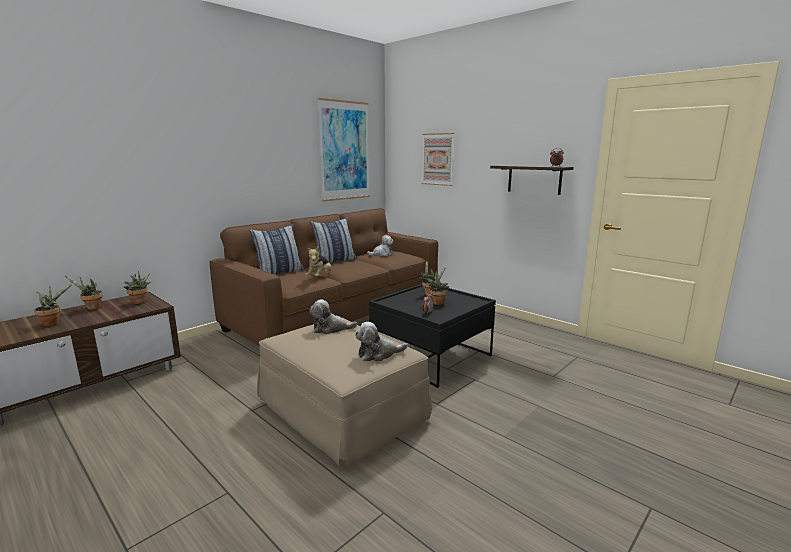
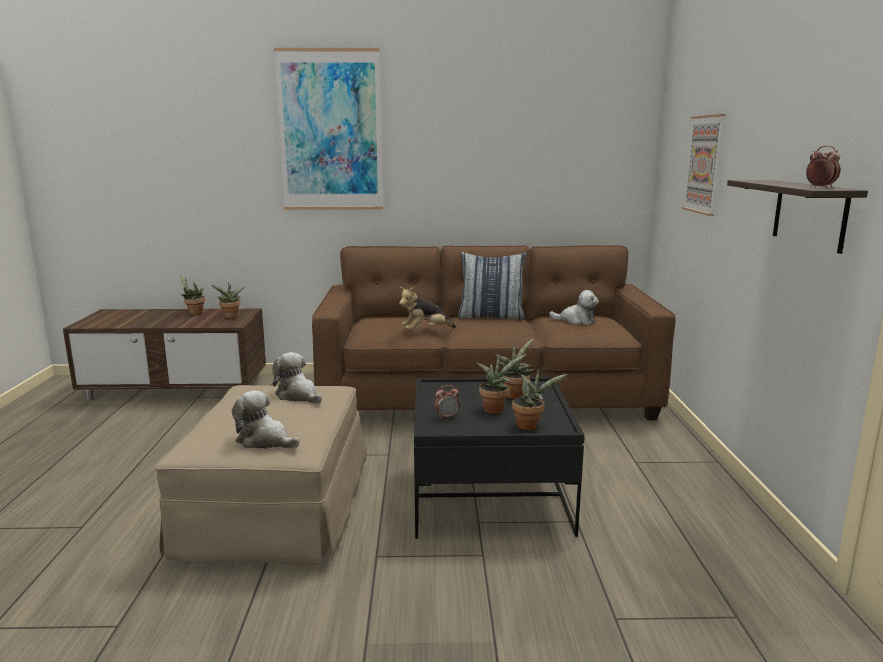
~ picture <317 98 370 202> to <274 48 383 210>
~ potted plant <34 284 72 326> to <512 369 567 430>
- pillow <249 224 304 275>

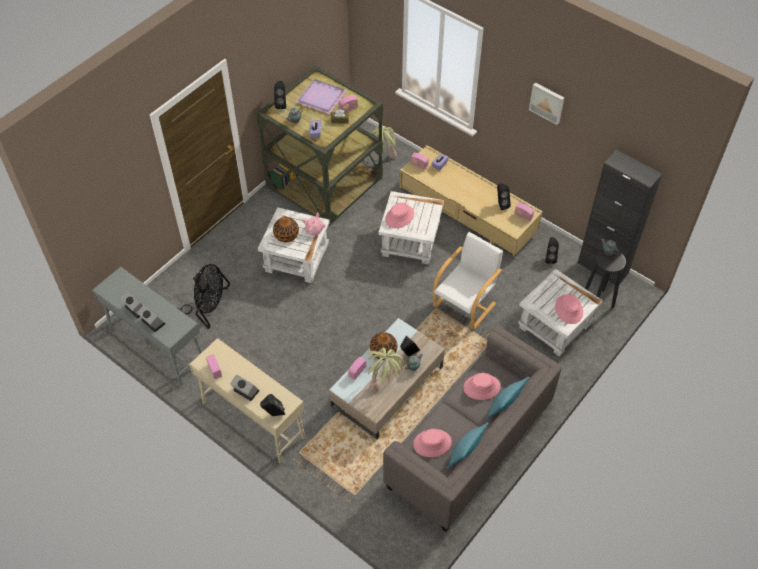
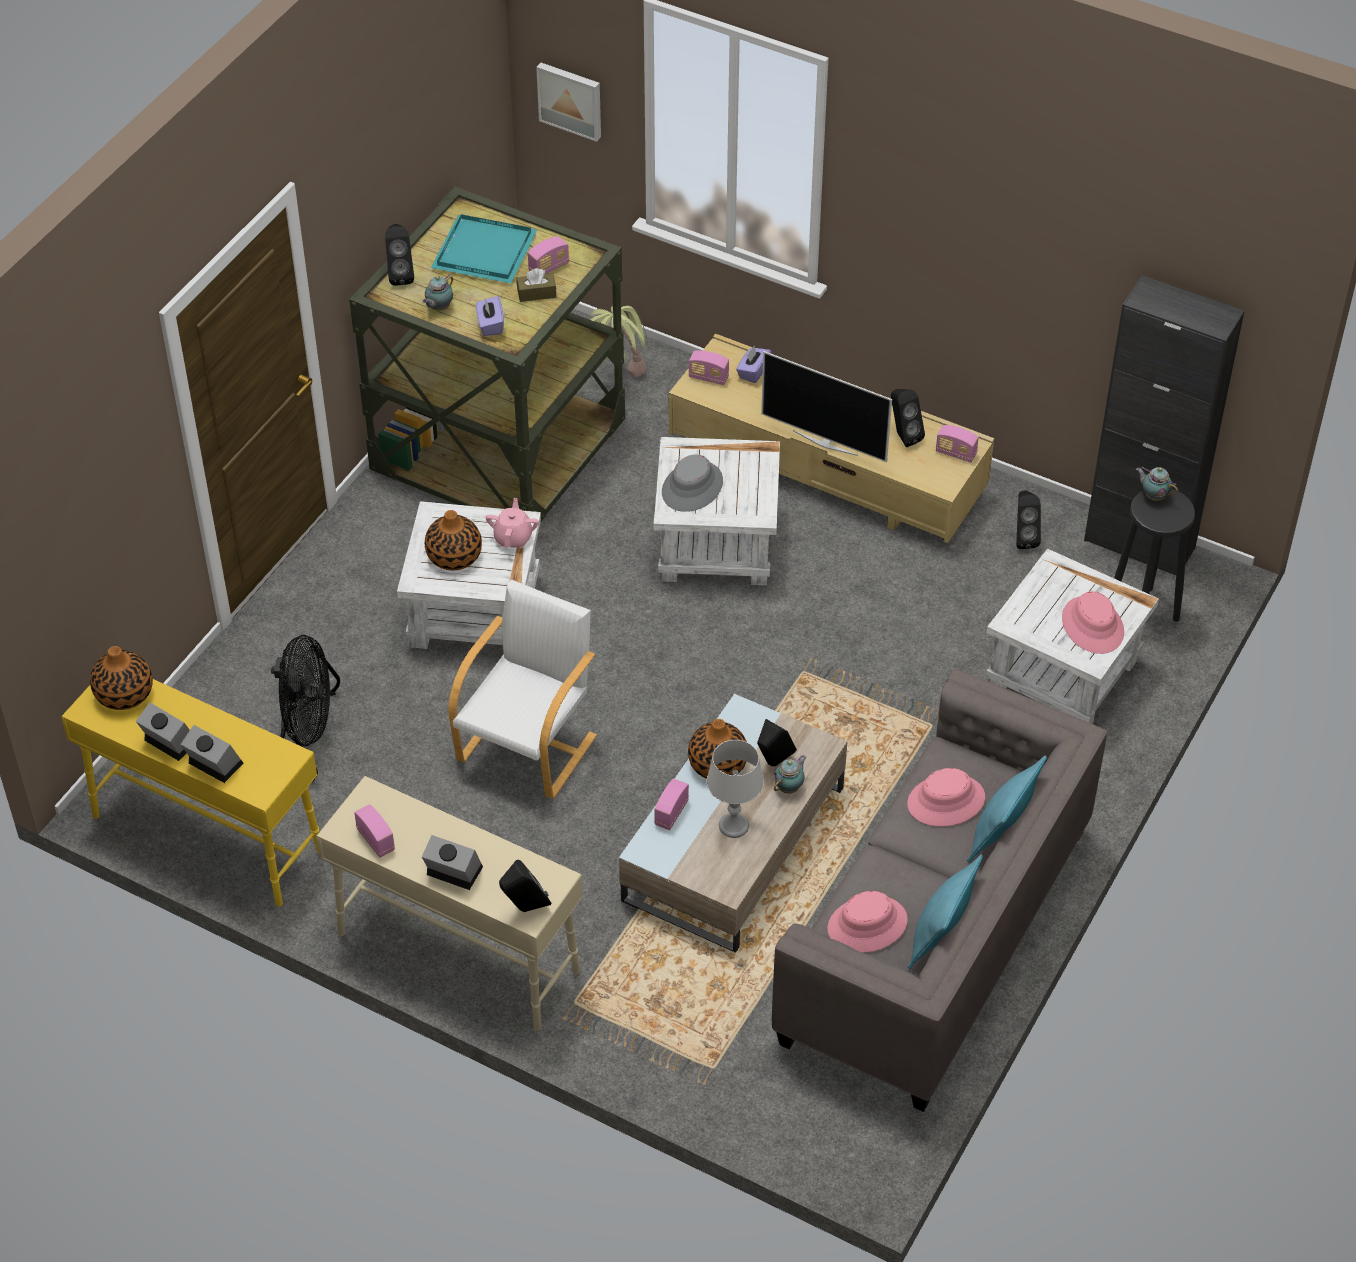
~ console table in grey <92 267 202 386> to console table in yellow <61 679 319 906>
+ vase <90 646 153 710>
~ tray in purple <295 79 347 114> to tray in turquoise <431 214 537 283>
~ armchair in white <433 232 503 330> to <448 579 597 799>
~ picture <529 83 564 125> to <536 63 601 142>
~ hat in pink <385 203 414 228> to hat in grey <662 455 723 512>
~ potted plant <367 348 404 392> to table lamp in grey <706 740 764 838>
+ television <761 351 892 462>

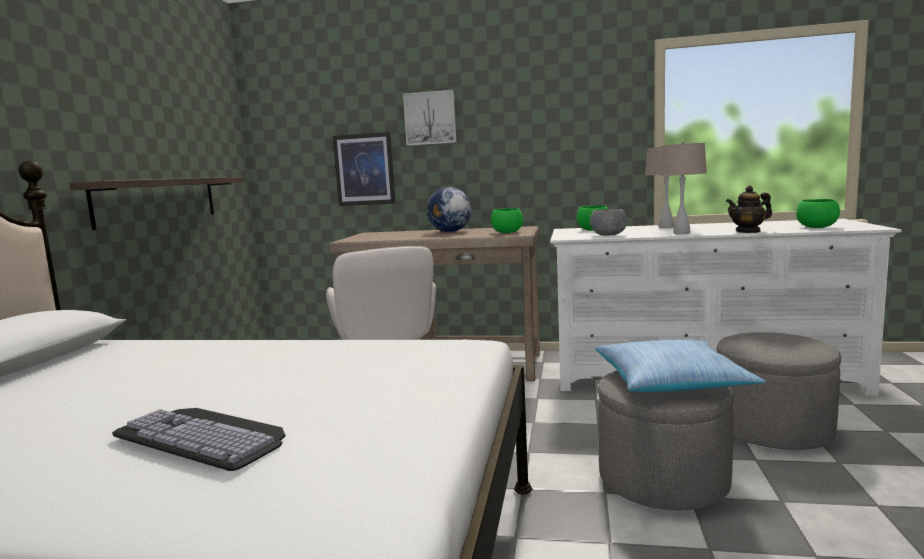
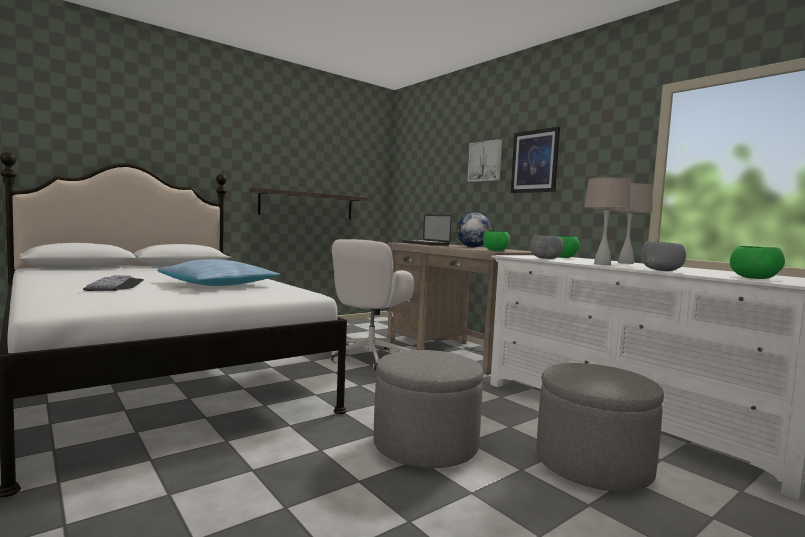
~ pillow <595 340 766 392> to <157 259 280 286>
+ laptop <402 215 452 245>
~ picture <333 132 395 206> to <510 127 560 193>
~ teapot <726 185 772 233> to bowl in grey <641 241 686 271>

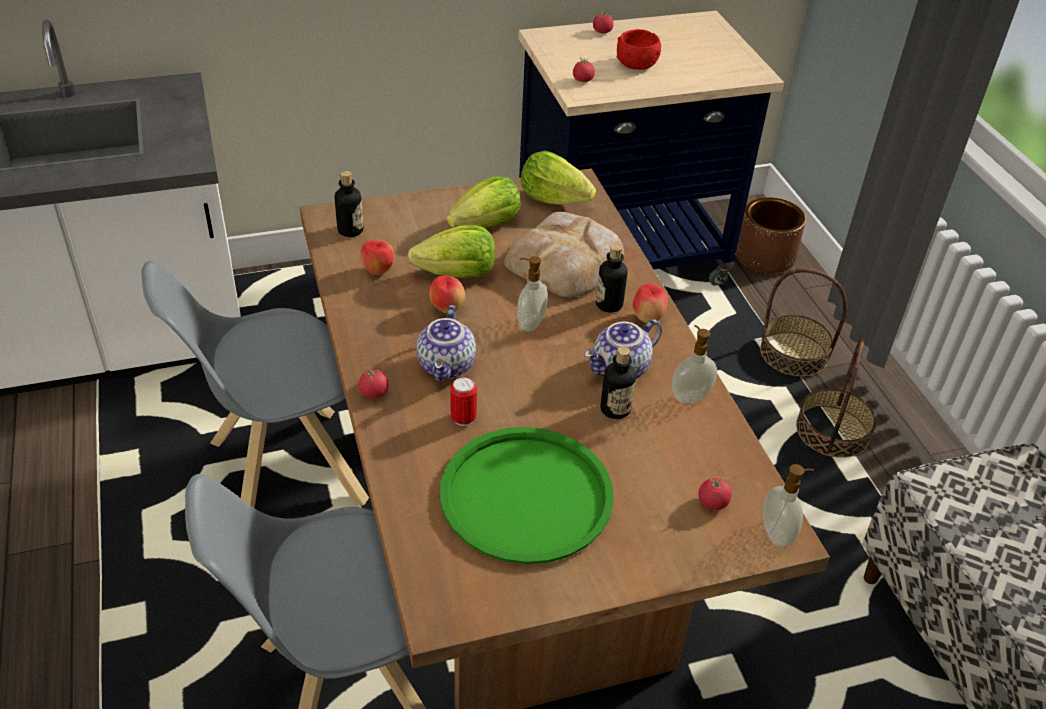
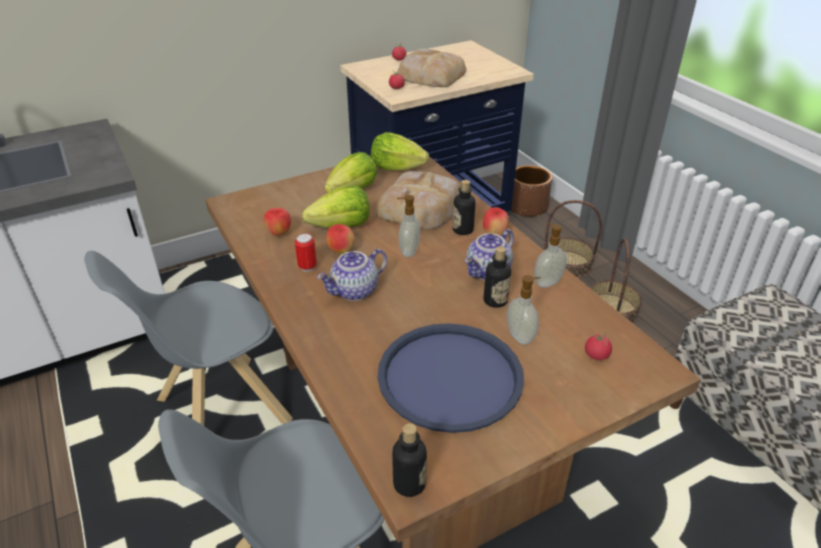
~ can <450 377 477 426> to <295 233 317 272>
~ teapot <417 305 476 381> = <317 249 387 301> 60 degrees clockwise
~ tray in green <439 427 614 564> to tray in blue <378 323 524 433>
~ bottle <334 171 363 237> to <392 423 427 497>
~ bowl in red <617 29 661 70> to bread <398 49 466 87>
~ soap dispenser <763 464 814 547> to <507 275 540 345>
- tomato <358 366 389 399>

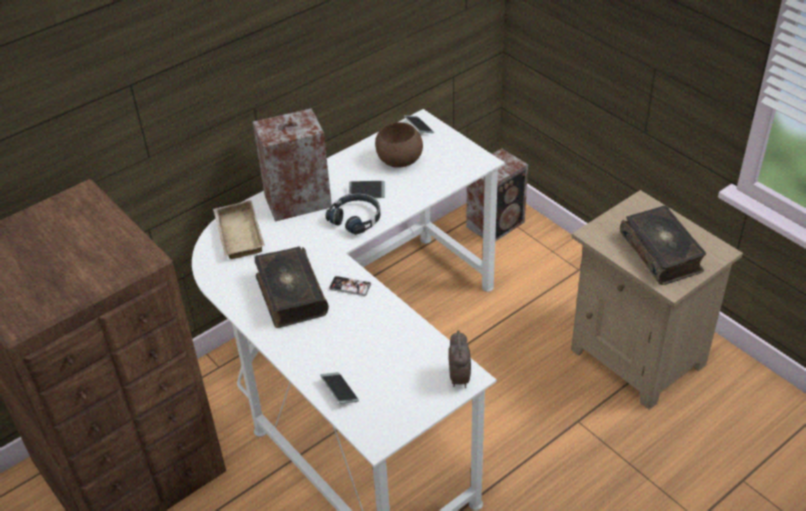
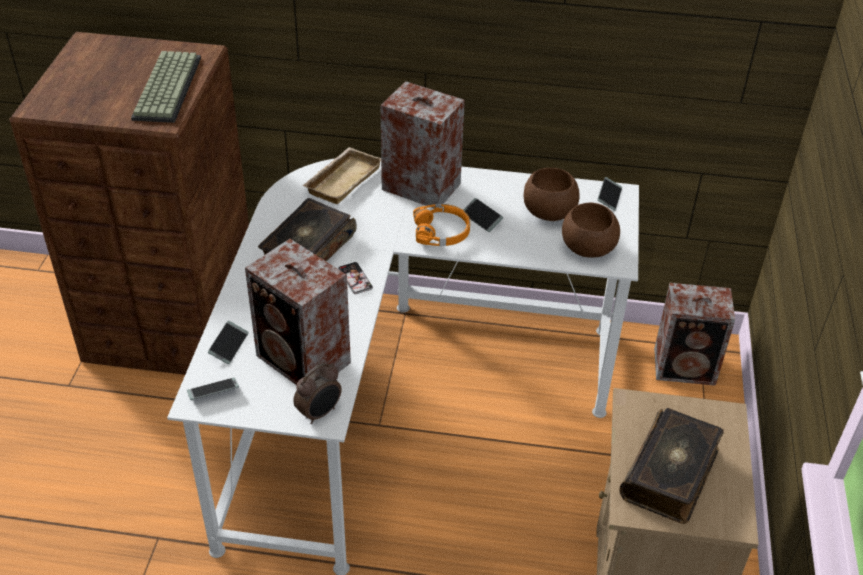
+ keyboard <131 51 201 123>
+ phone <187 378 239 400>
+ speaker <245 239 351 385>
~ headphones in black <325 193 380 235> to headphones in orange <413 204 470 246>
+ bowl in brown <562 203 620 258>

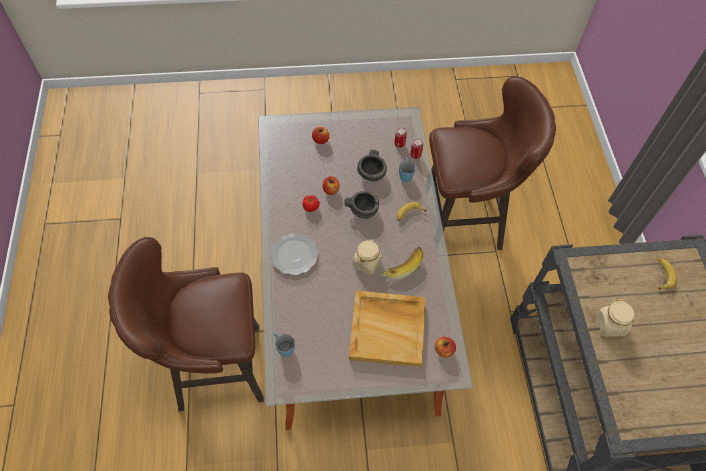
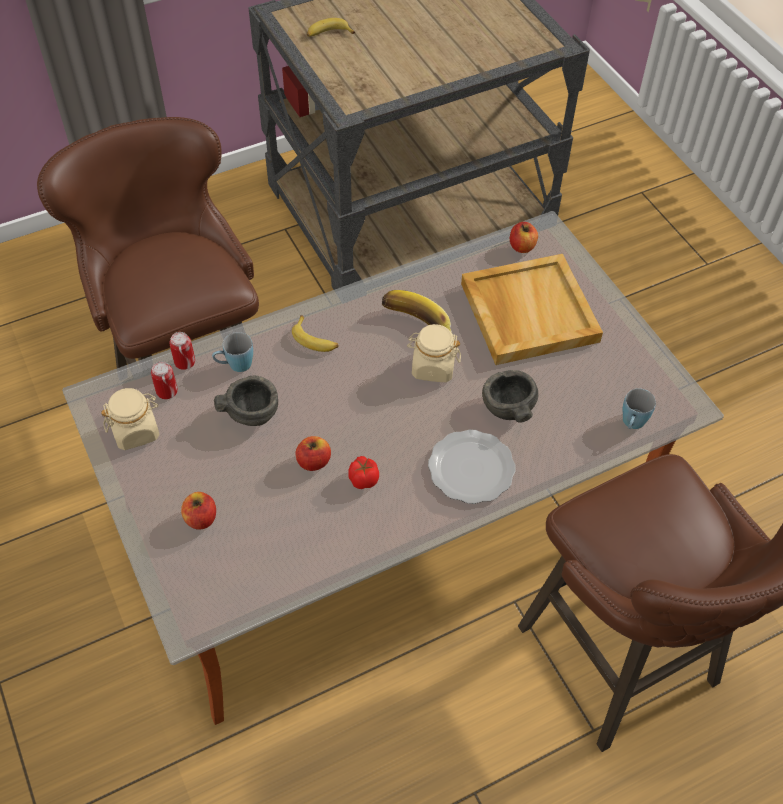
~ jar in beige <597 298 634 337> to <101 388 160 450>
~ bowl in grey <344 191 379 219> to <482 370 538 423>

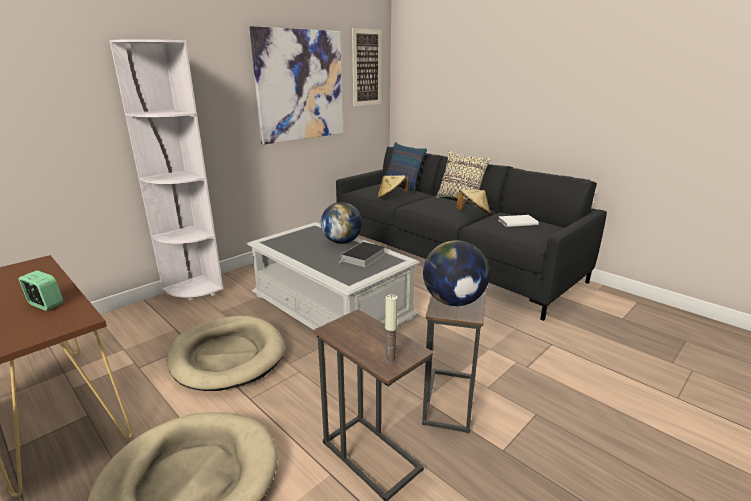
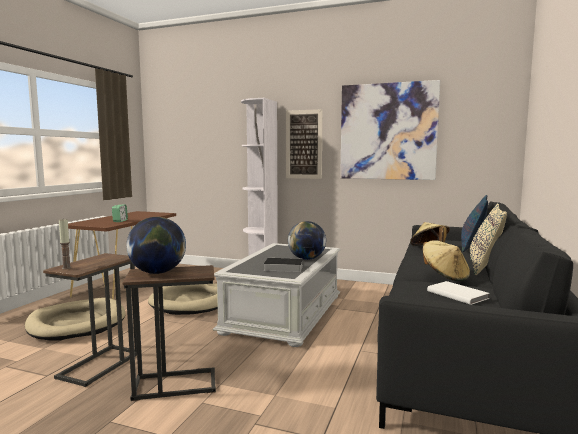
~ picture <352 28 382 106> to <286 109 323 179>

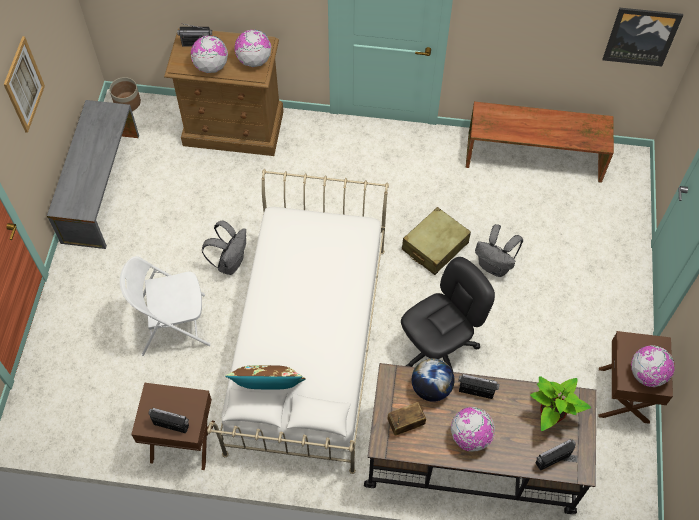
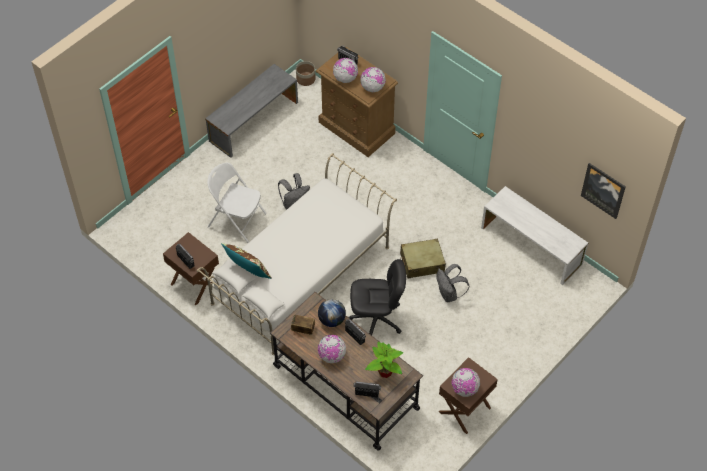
~ bench in brown <466 101 614 183> to bench in white <481 186 588 285>
- picture <4 36 45 133>

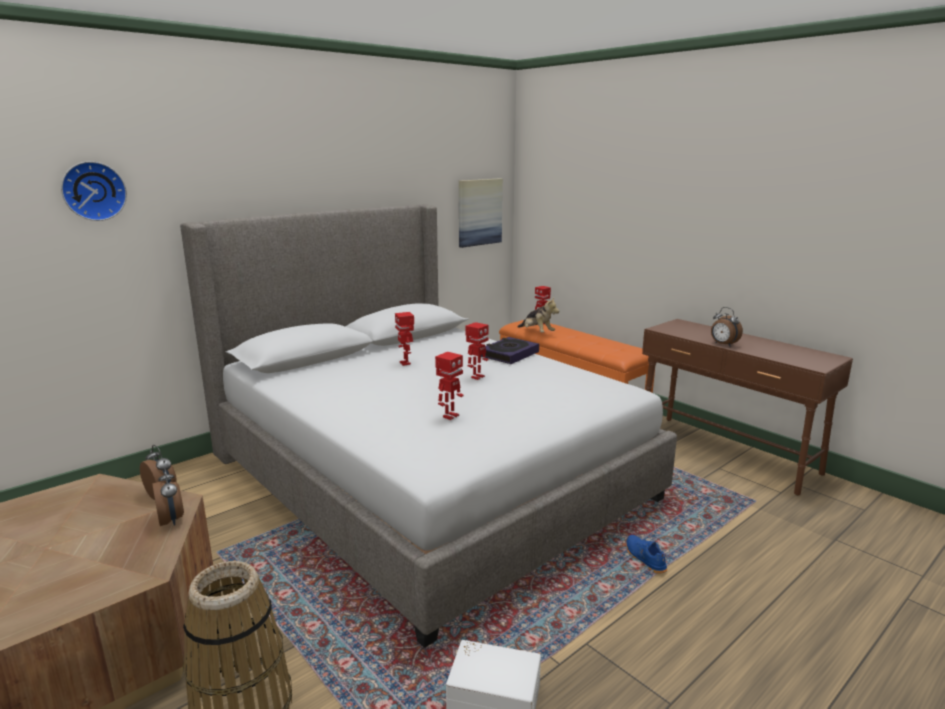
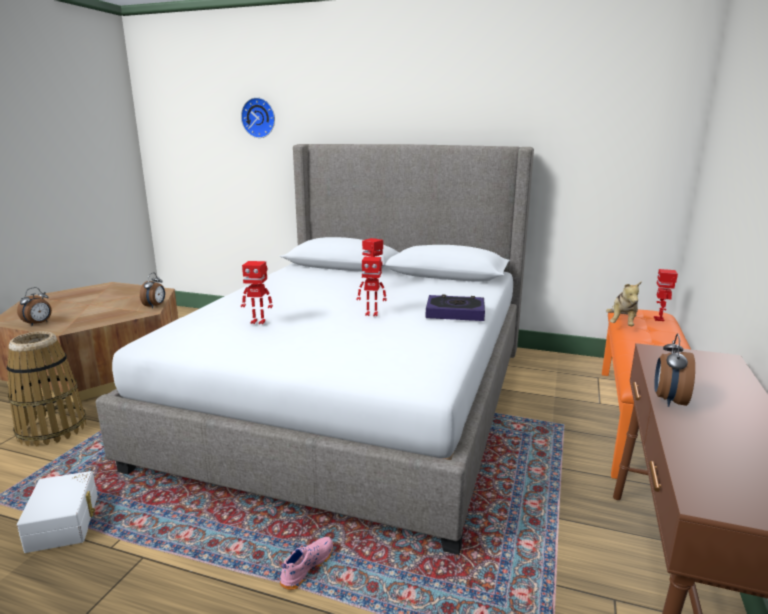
~ alarm clock <152 467 184 526> to <17 287 52 326>
~ shoe in blue <626 535 667 574> to shoe in pink <280 537 333 590>
- picture <459 178 503 248>

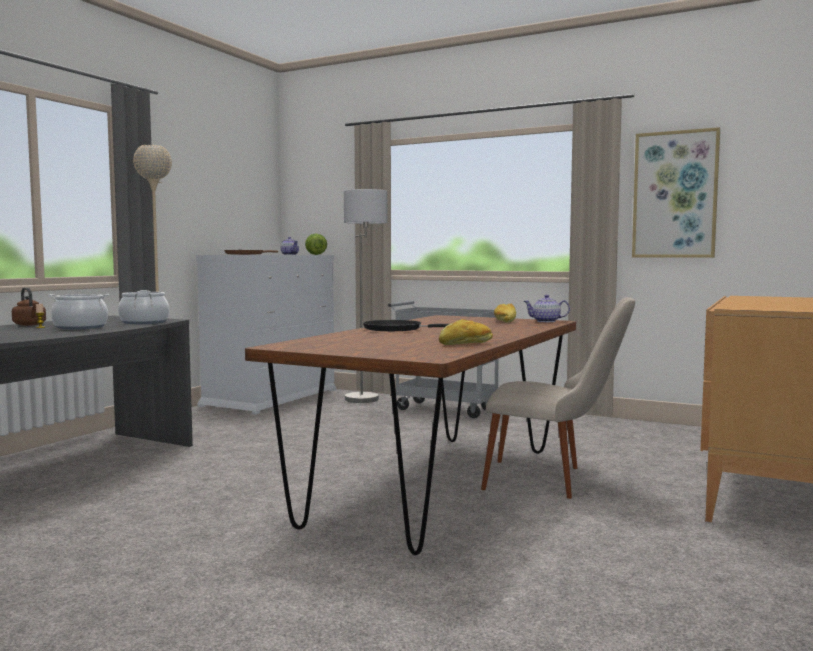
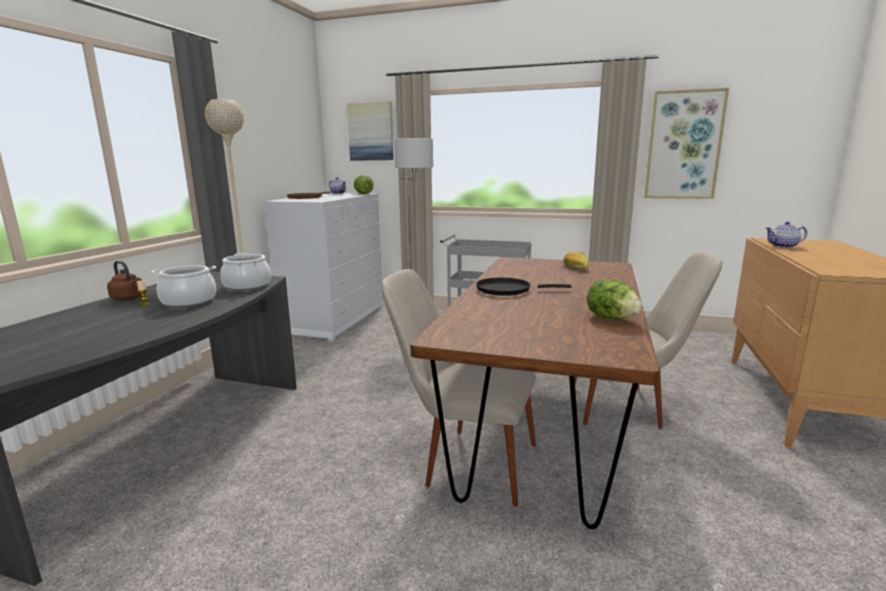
+ picture <347 101 394 161>
+ chair in beige <381 269 536 507>
~ bread <439 319 493 345> to lettuce <587 279 642 319>
~ teapot <524 295 570 322> to <766 222 807 248>

